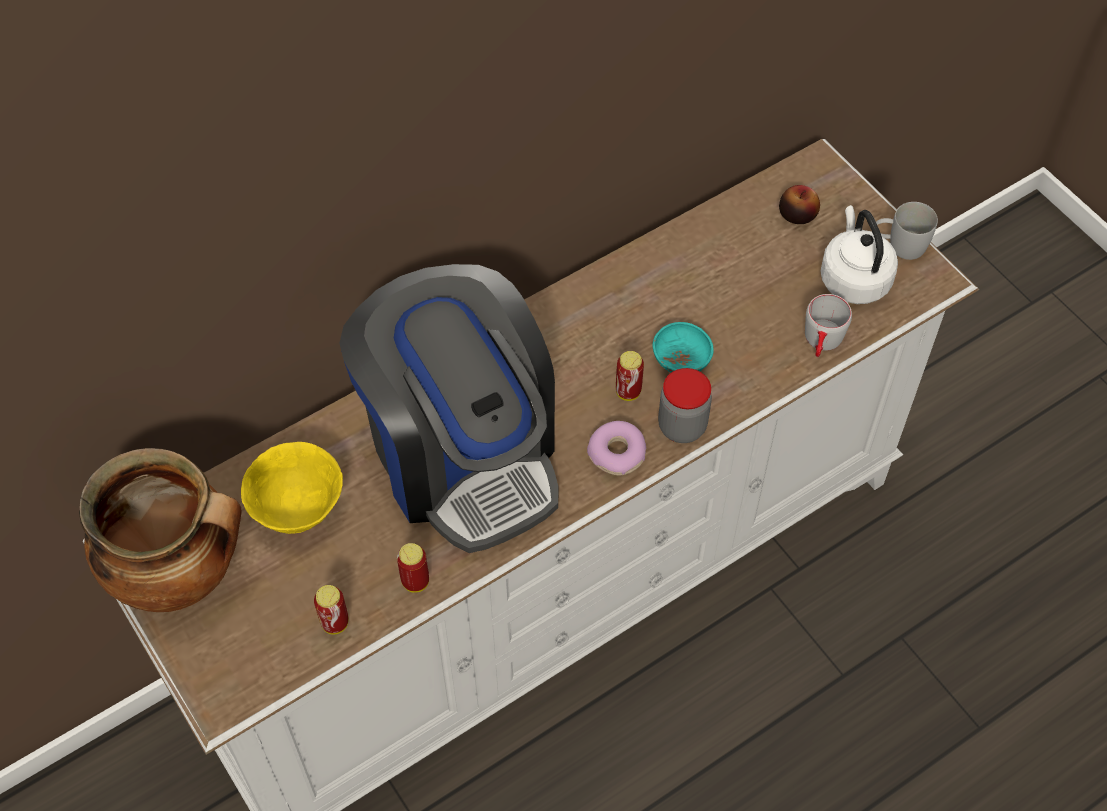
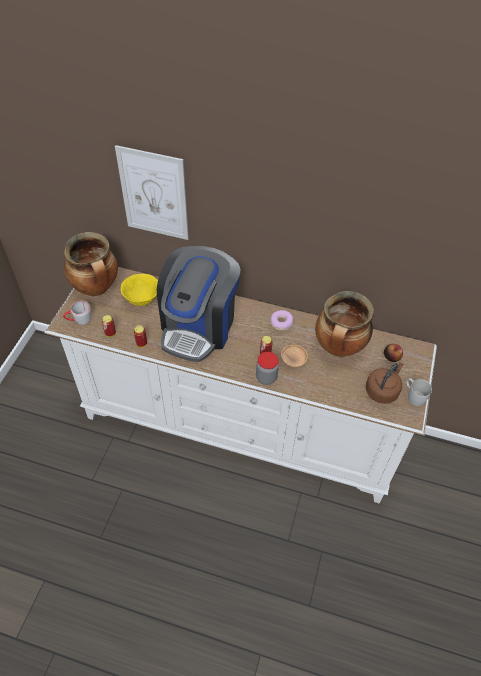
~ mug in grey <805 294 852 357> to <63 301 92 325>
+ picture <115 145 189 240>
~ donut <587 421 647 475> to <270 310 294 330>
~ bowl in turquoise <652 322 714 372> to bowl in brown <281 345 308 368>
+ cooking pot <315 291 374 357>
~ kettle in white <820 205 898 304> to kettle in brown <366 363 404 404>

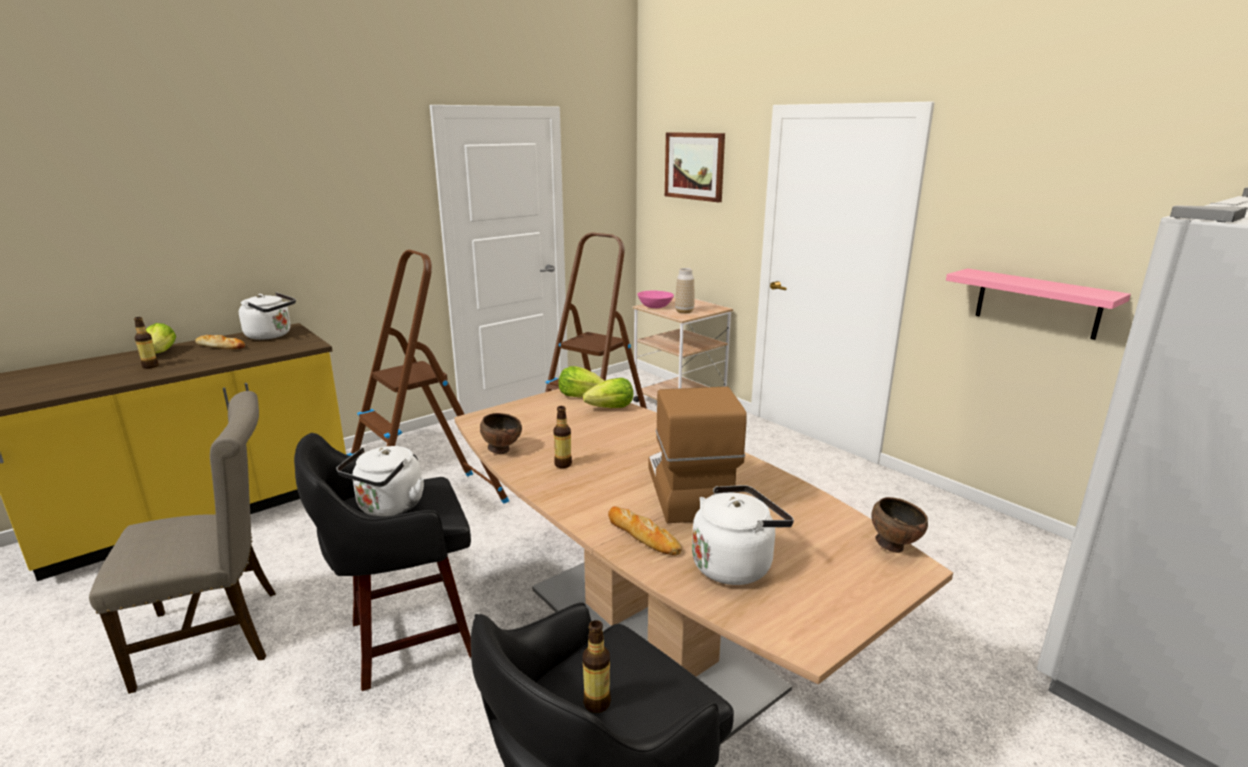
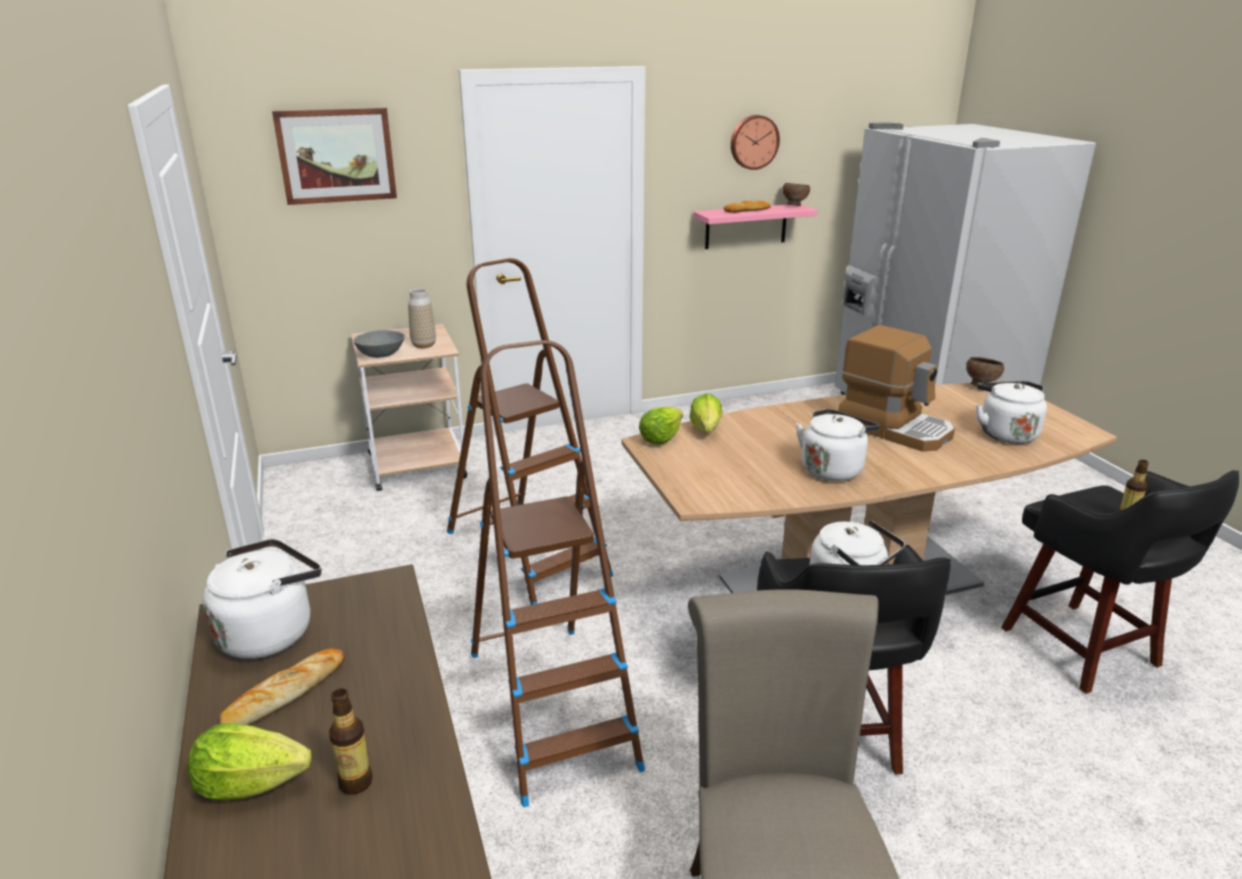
~ bowl in pink <637 291 674 308> to bowl in grey <353 330 405 358>
~ bread <608 506 682 555> to <724 200 771 213>
+ wall clock <731 115 780 170>
~ bowl in brown <480 413 522 454> to <782 183 810 206>
~ bottle <553 406 572 468> to kettle in white <796 409 880 481>
~ coffee machine <648 386 747 523> = <838 325 955 452> 150 degrees counterclockwise

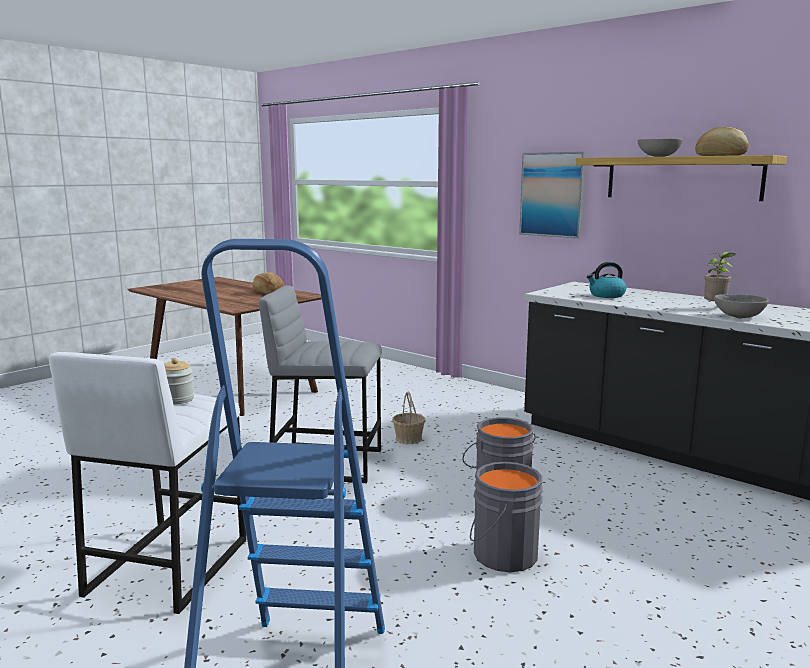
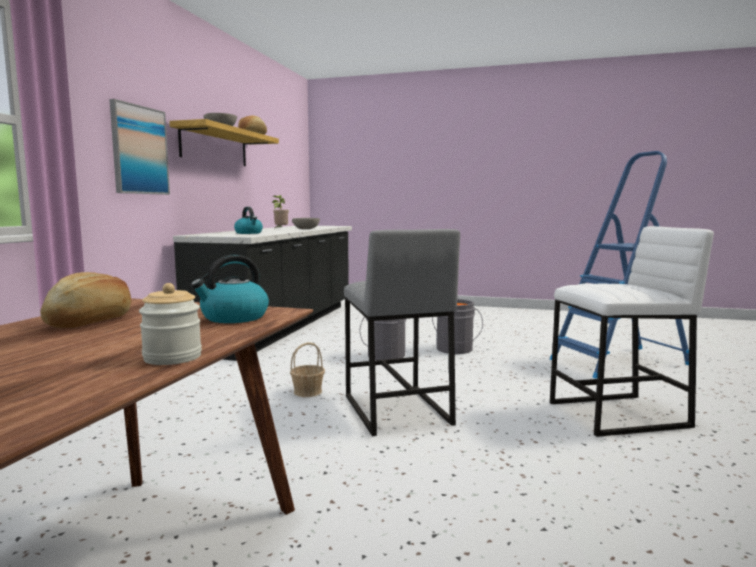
~ jar <164 358 194 405> to <139 283 202 365>
+ kettle <191 255 269 323>

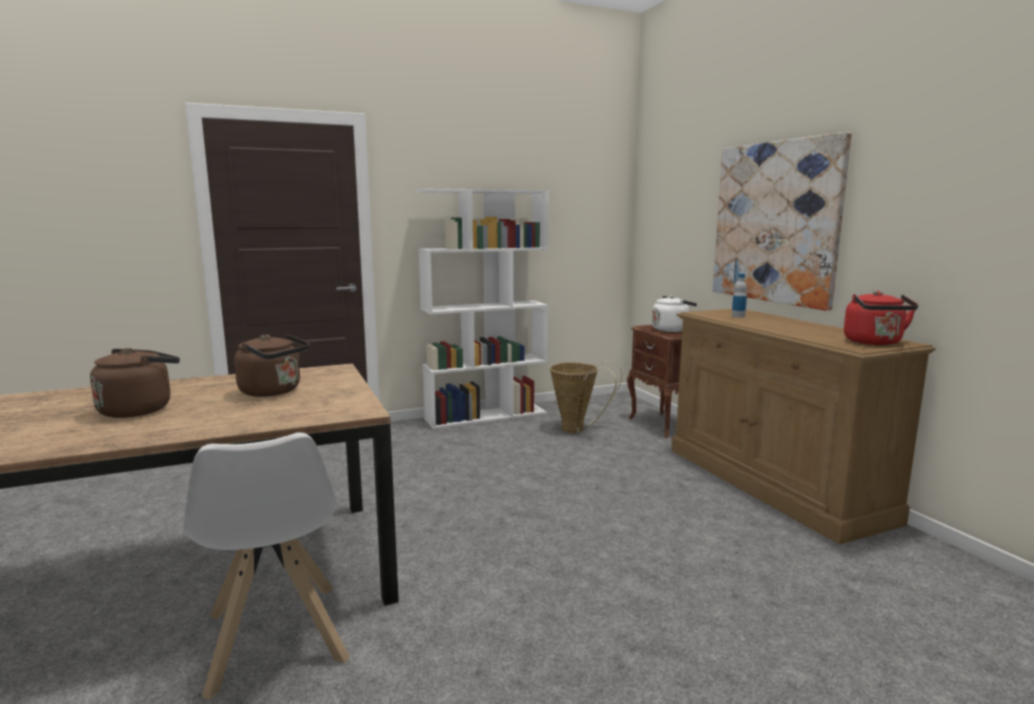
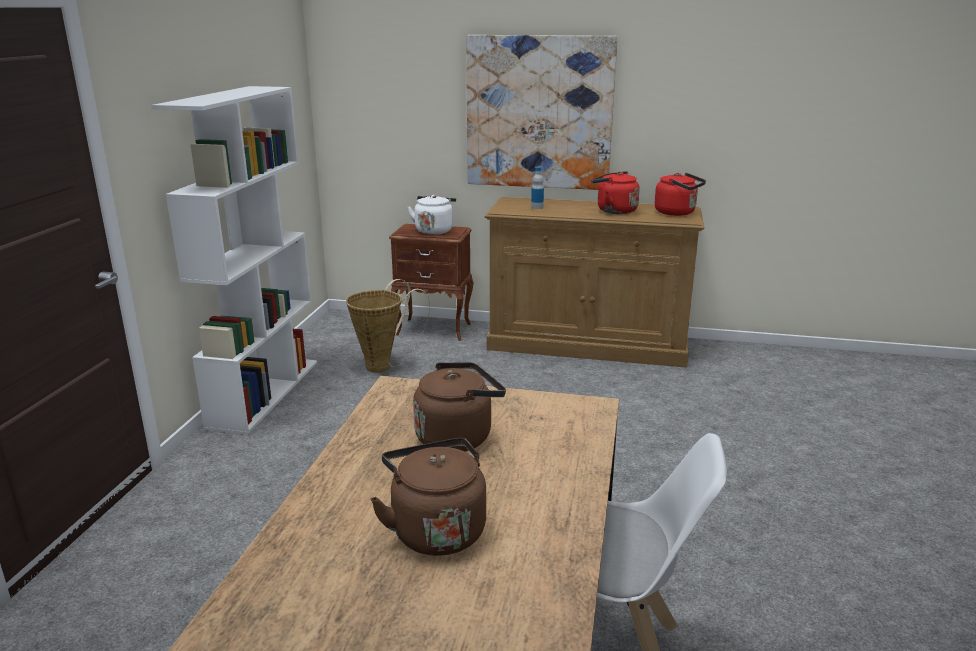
+ kettle in red <591 171 640 214>

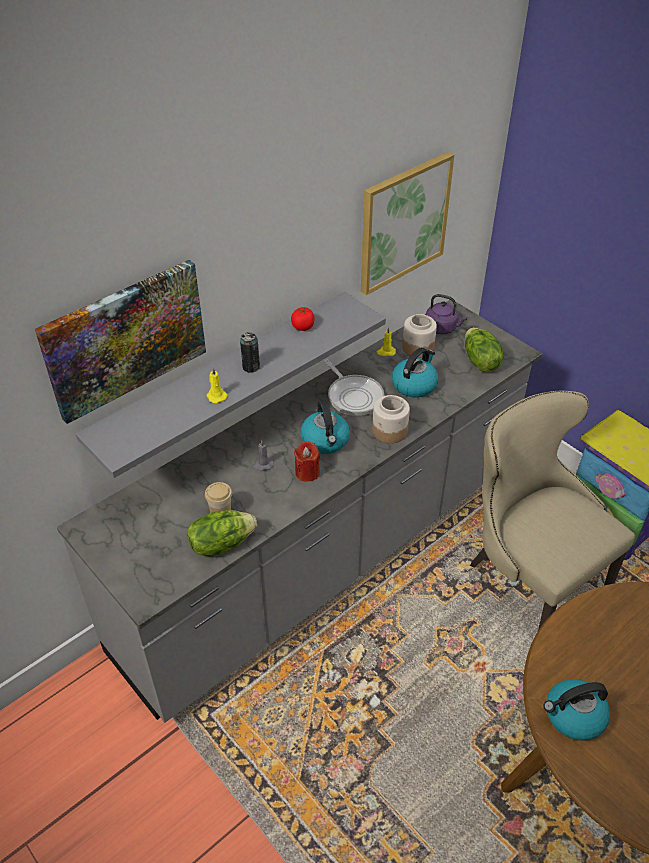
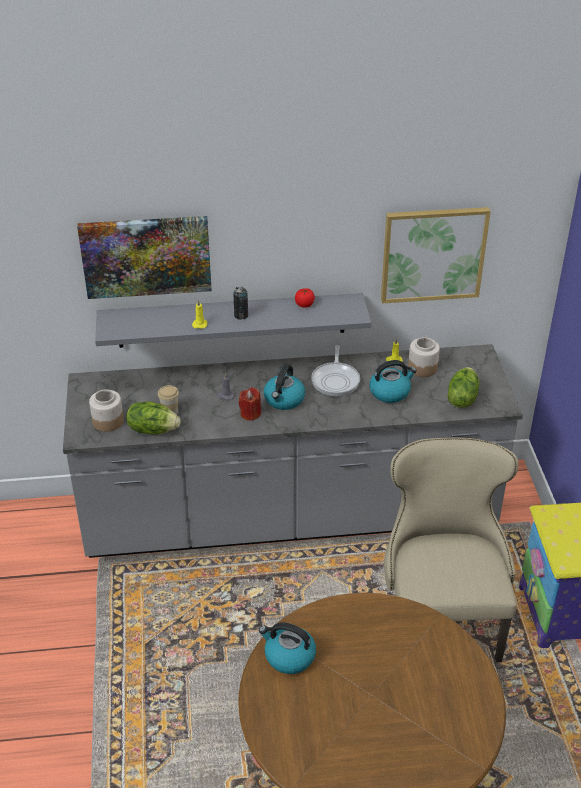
~ jar <372 395 410 444> to <89 389 124 432>
- kettle in purple <426 294 468 334>

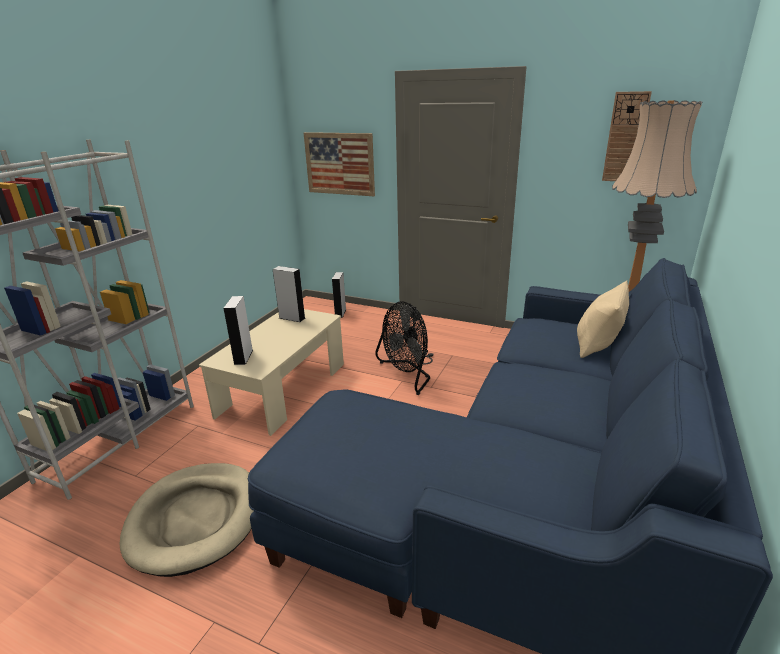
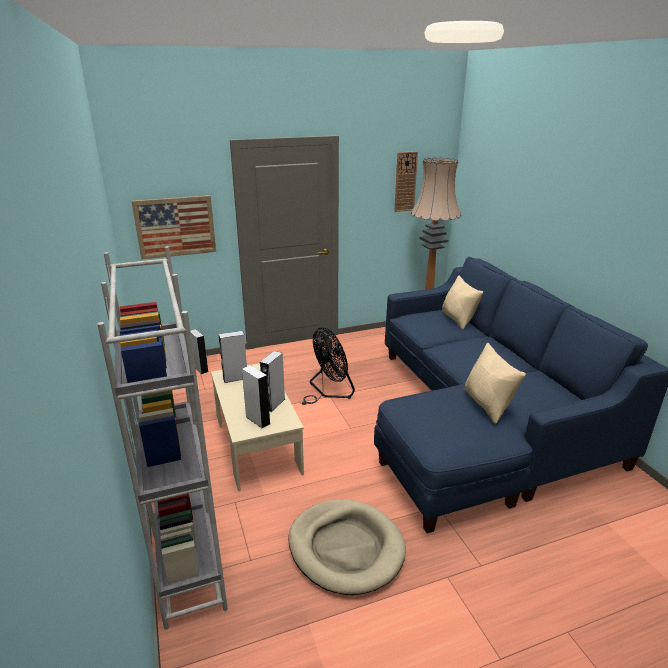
+ speaker in grey <260 351 285 412>
~ fan in black <375 301 433 395> = <302 328 355 405> 135 degrees counterclockwise
+ pillow in beige <464 343 526 424>

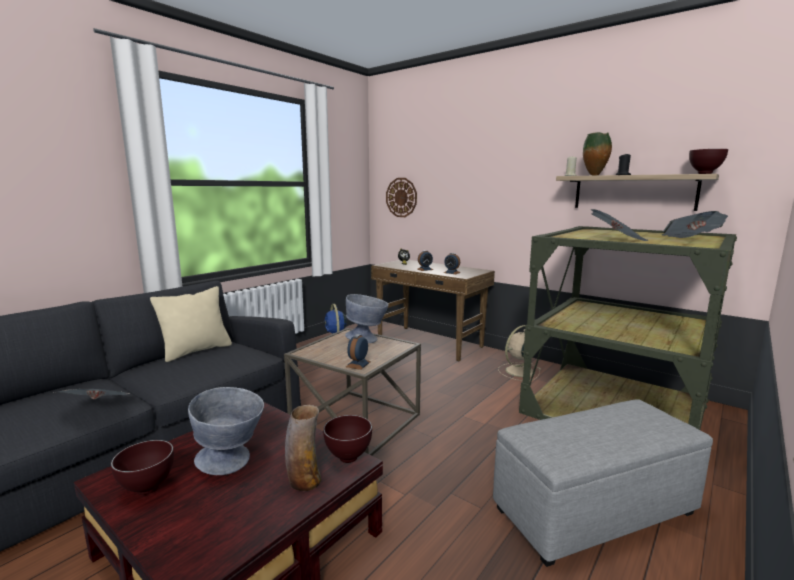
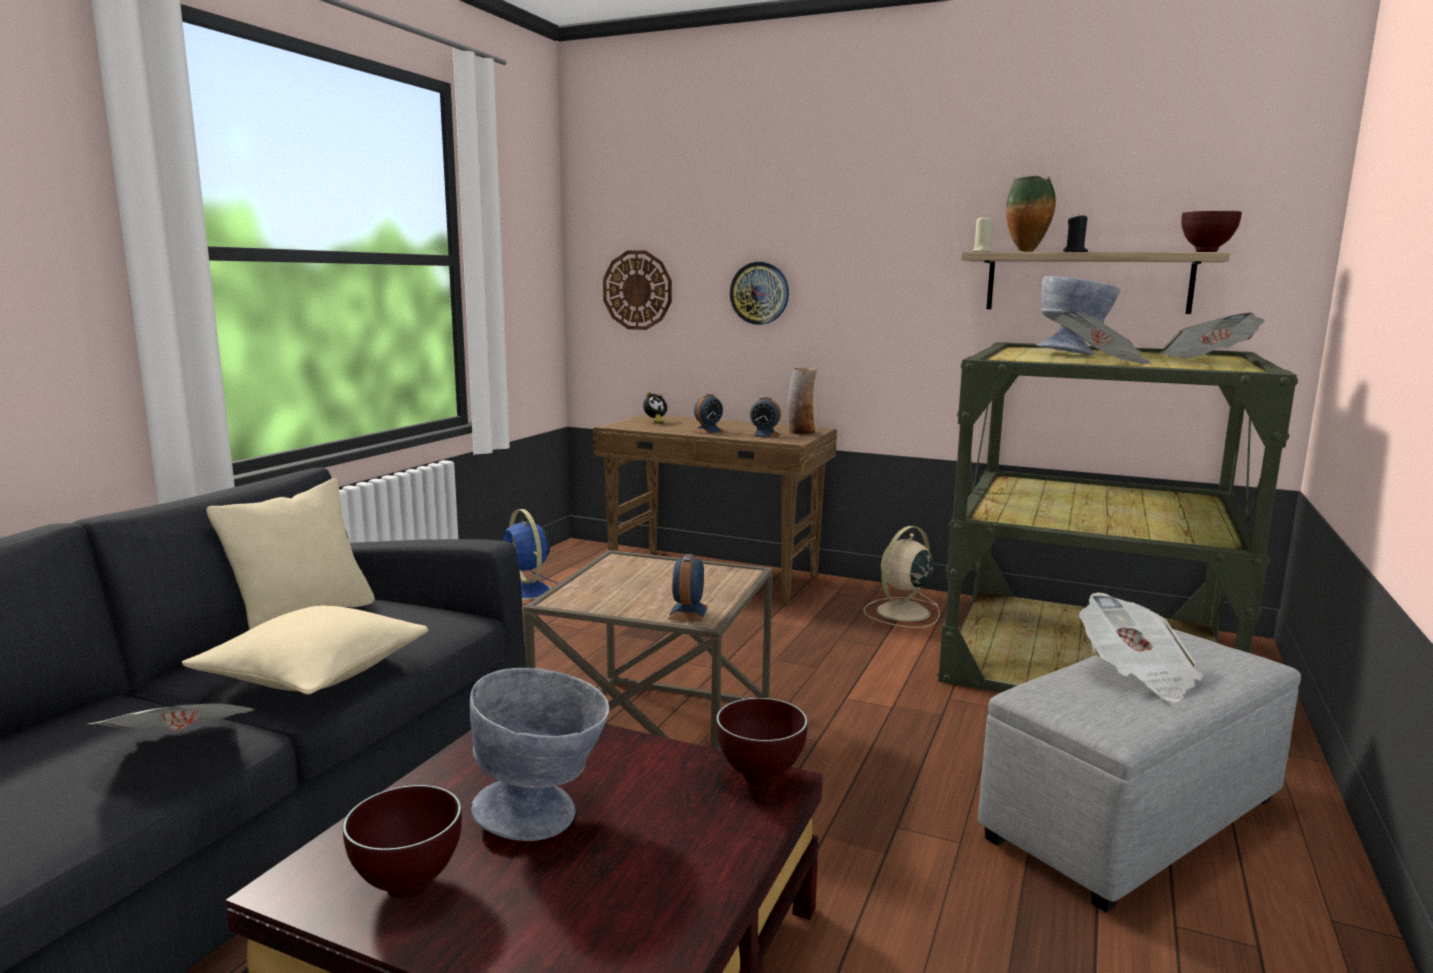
+ pillow in beige <182 605 429 694>
+ wall clock <730 262 789 325>
~ vase <285 405 321 491> to <788 368 817 434>
~ bowl in grey <345 294 388 343> to <1036 276 1121 355>
+ newspaper <1079 593 1203 703>

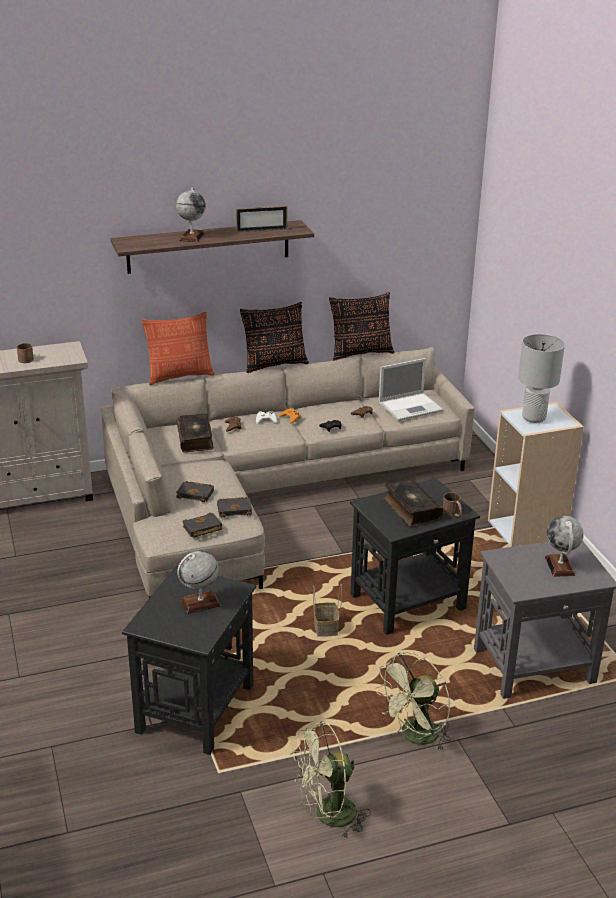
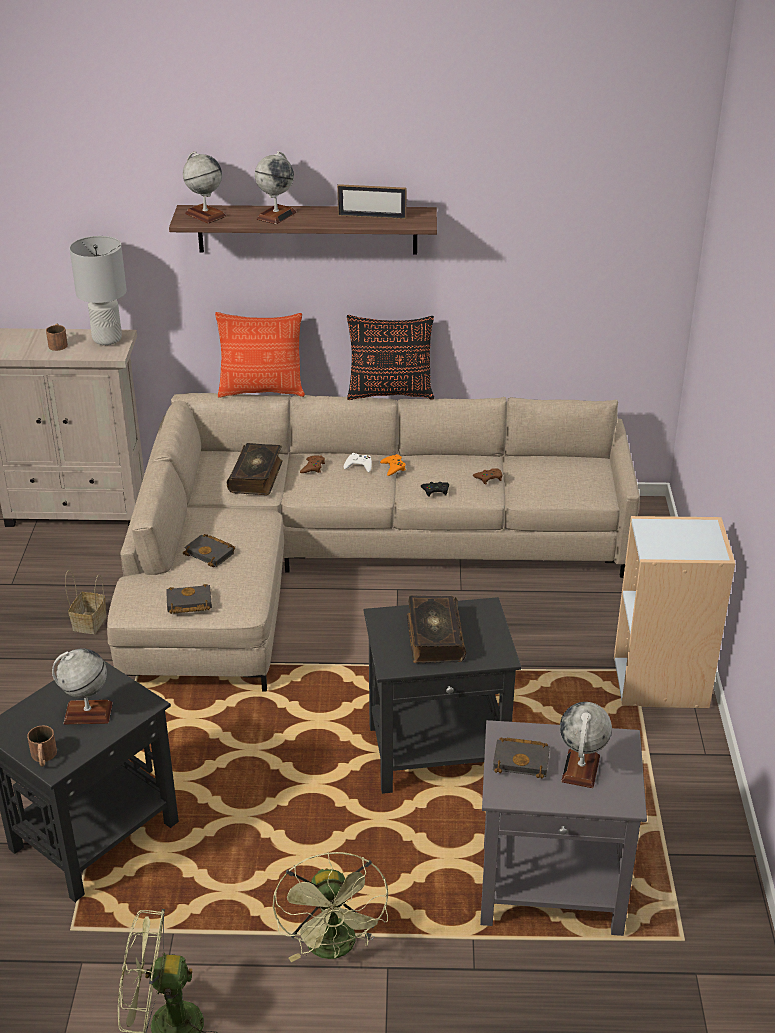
~ mug in brown <443 492 462 517> to <27 725 57 767>
~ basket <313 584 342 637> to <65 570 107 634>
~ table lamp in grey <518 334 565 423> to <70 236 127 346>
+ globe <183 151 227 224>
~ fan in green <375 652 451 751> = <272 852 388 962> 75 degrees counterclockwise
~ book in black <217 497 252 518> to <493 738 550 779>
- pillow in black <329 292 394 361>
- laptop <379 358 443 421>

